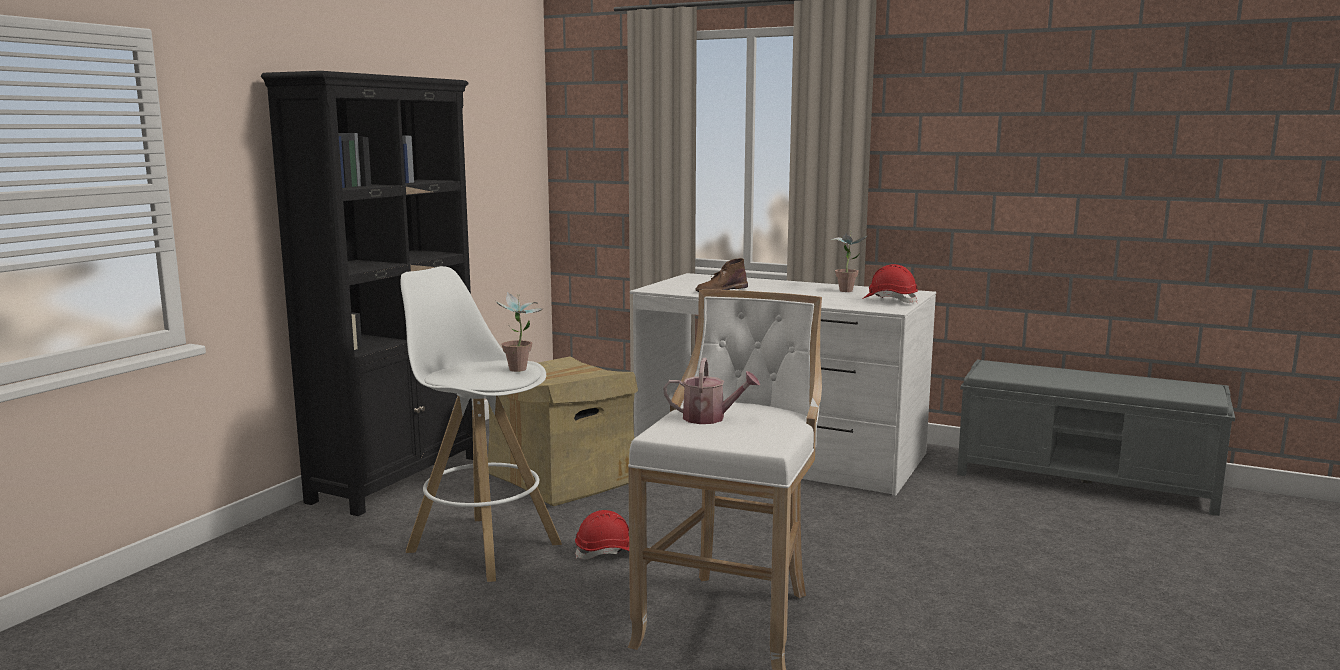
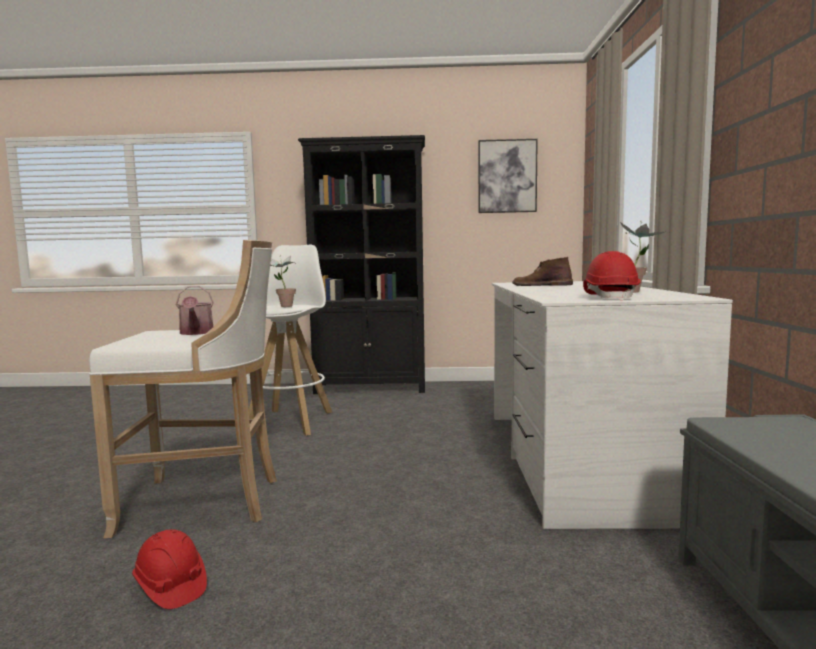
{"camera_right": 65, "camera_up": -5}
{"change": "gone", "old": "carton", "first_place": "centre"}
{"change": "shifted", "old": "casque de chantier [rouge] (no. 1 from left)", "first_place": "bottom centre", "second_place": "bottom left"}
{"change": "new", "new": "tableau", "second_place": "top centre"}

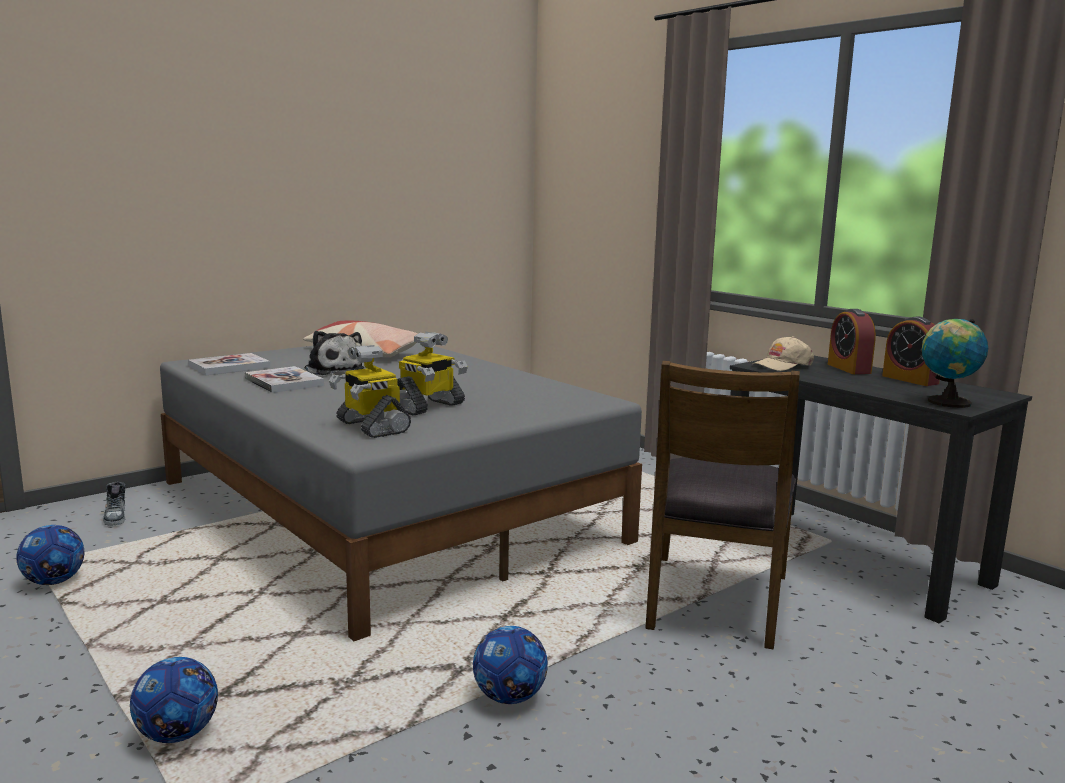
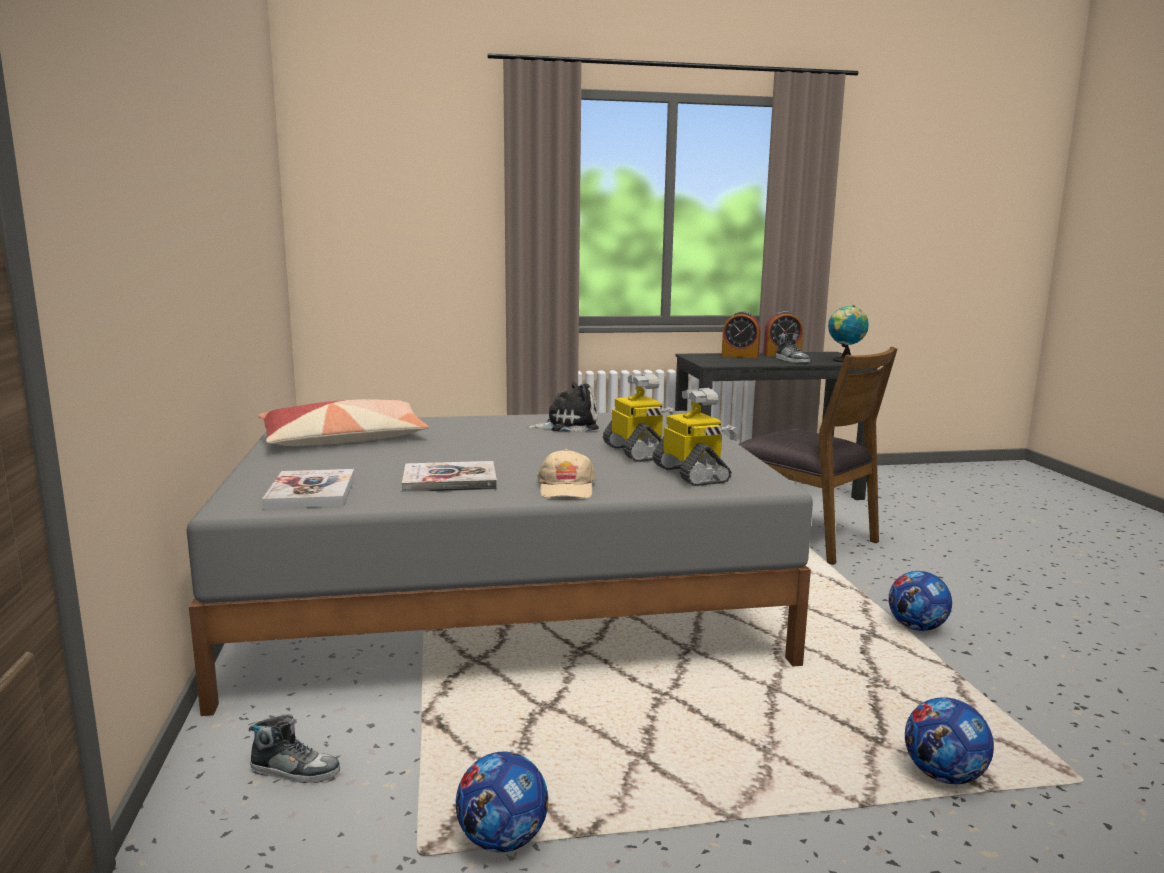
{"camera_right": -60, "camera_up": 0}
{"change": "shifted", "old": "peluche", "first_place": "middle left", "second_place": "centre"}
{"change": "shifted", "old": "casquette [beige]", "first_place": "middle right", "second_place": "centre"}
{"change": "rotated", "old": "robot jouet (no. 1 from left in the first image)", "first_place": "centre", "second_place": "centre", "degrees": -105}
{"change": "new", "new": "chaussure (no. 2 from left)", "second_place": "middle right"}

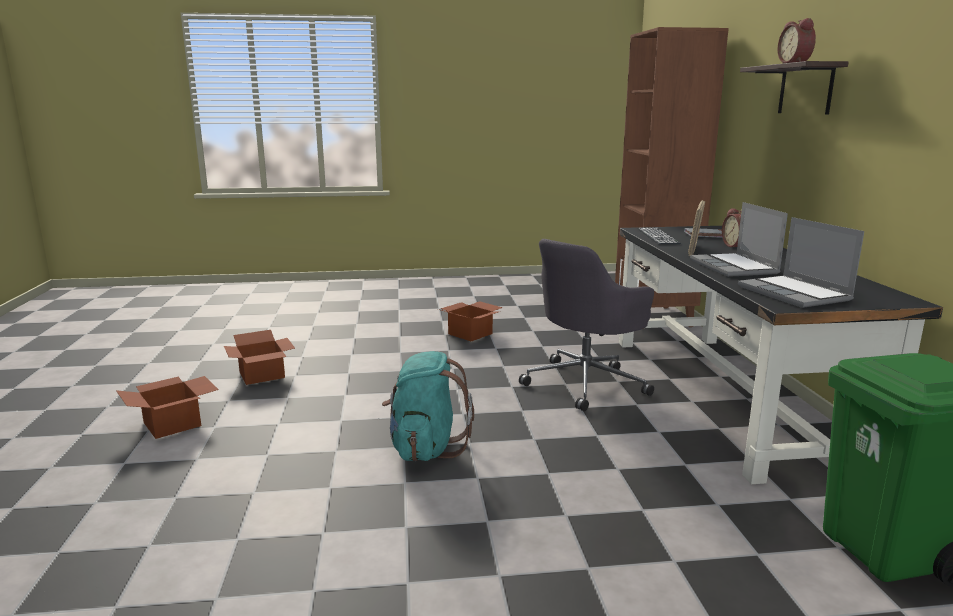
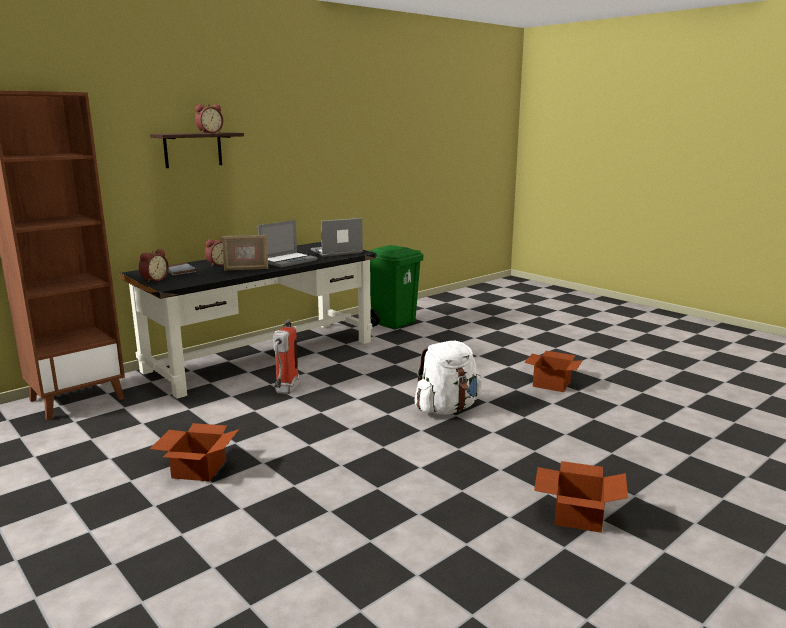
{"camera_right": -125, "camera_up": 0}
{"change": "rotated", "old": "ordinateur portable (no. 2 from left)", "first_place": "middle right", "second_place": "centre", "degrees": -150}
{"change": "gone", "old": "clavier", "first_place": "middle right"}
{"change": "swapped", "old": "chaise de bureau [gris]", "new": "extincteur", "first_place": "centre", "second_place": "centre"}
{"change": "shifted", "old": "carton (no. 2 from left)", "first_place": "middle left", "second_place": "middle right"}
{"change": "repainted", "old": "sac à dos [turquoise]", "new": "sac à dos [blanc]", "first_place": "centre", "second_place": "centre"}
{"change": "new", "new": "réveil (no. 1 from left)", "second_place": "middle left"}

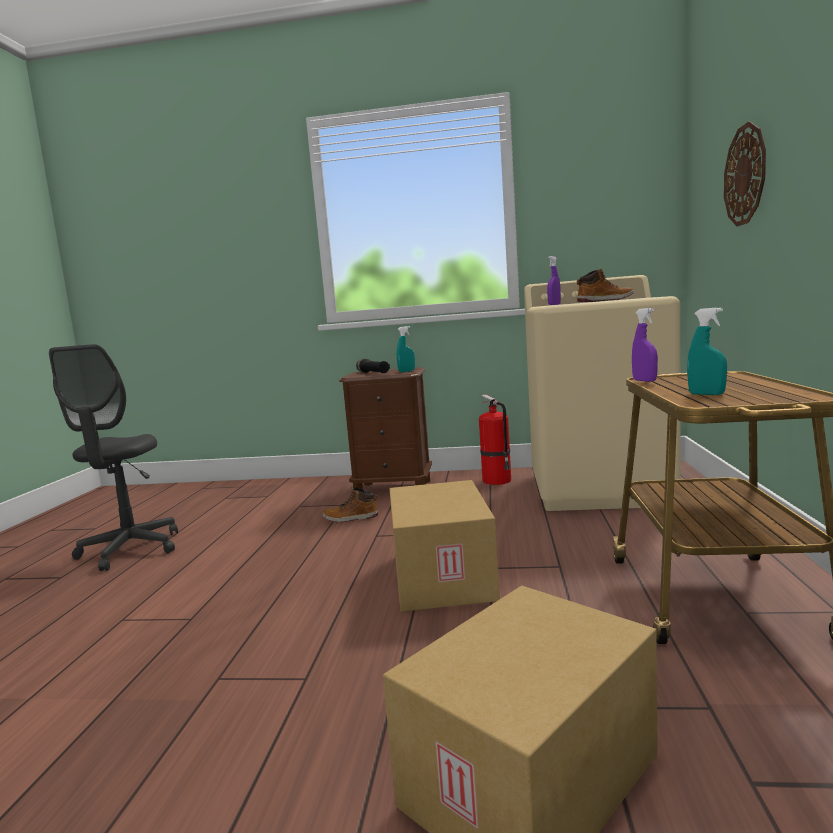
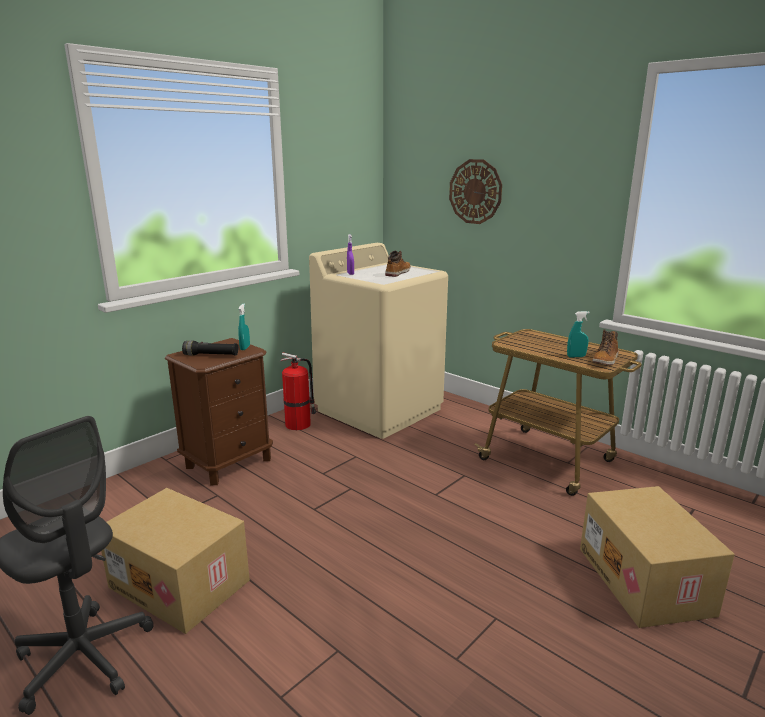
{"camera_right": -55, "camera_up": 10}
{"change": "gone", "old": "vaporisateur [violet] (no. 2 from left)", "first_place": "middle right"}
{"change": "shifted", "old": "carton (no. 1 from left)", "first_place": "centre", "second_place": "bottom left"}
{"change": "shifted", "old": "botte (no. 1 from left in the first image)", "new": "botte (no. 2 from left)", "first_place": "centre", "second_place": "middle right"}

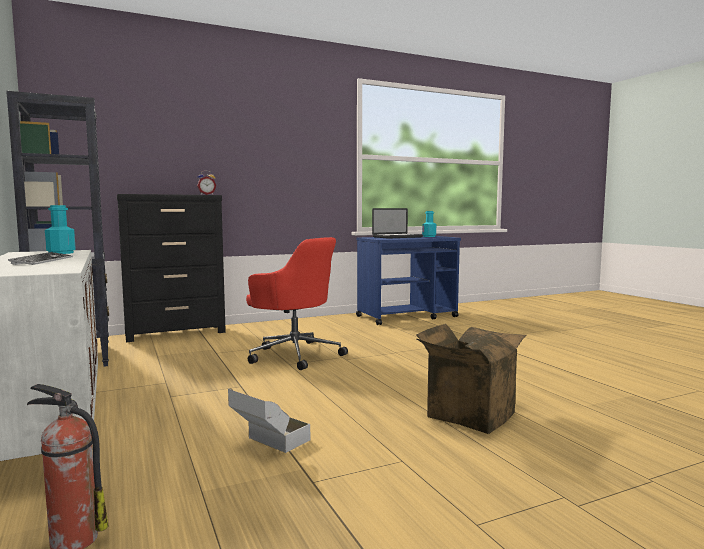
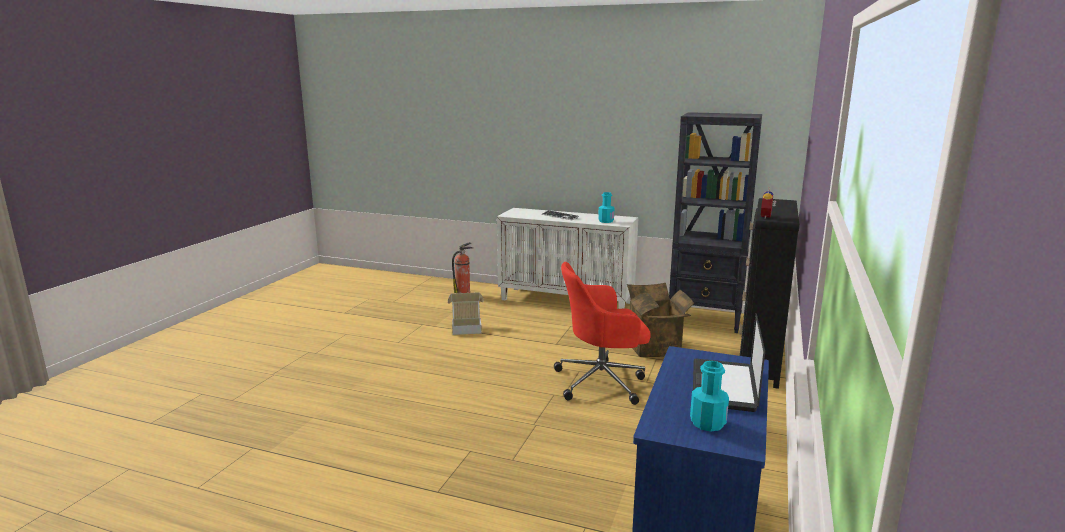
{"camera_right": 135, "camera_up": 10}
{"change": "shifted", "old": "carton (no. 2 from left)", "first_place": "bottom right", "second_place": "centre"}

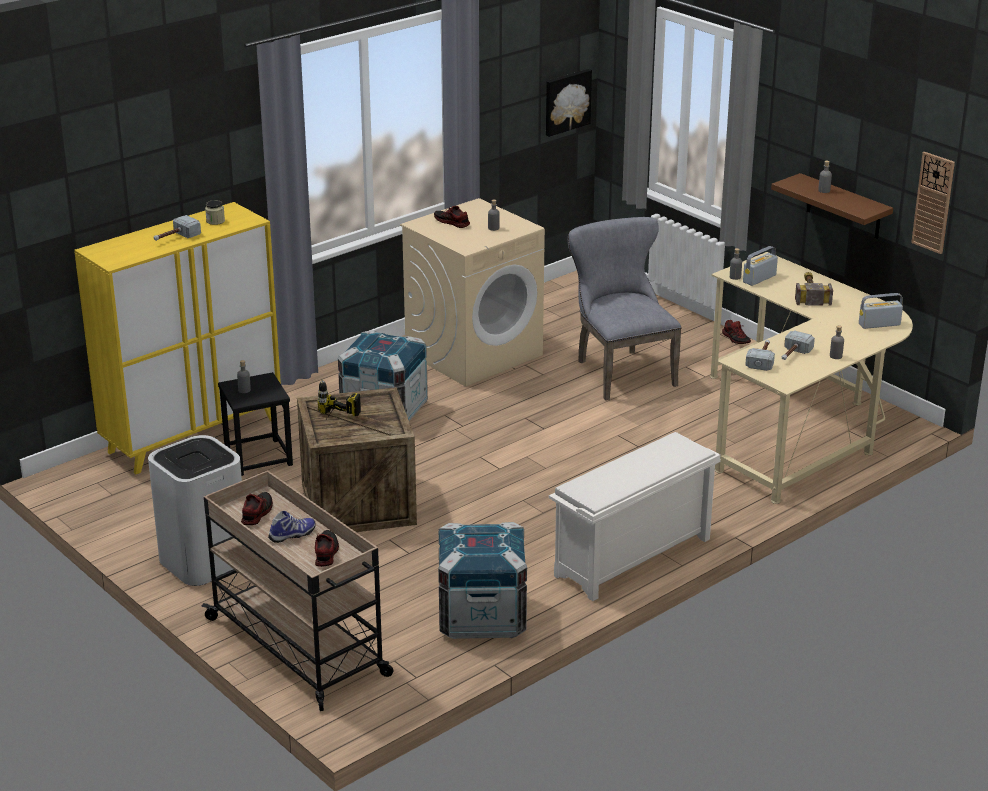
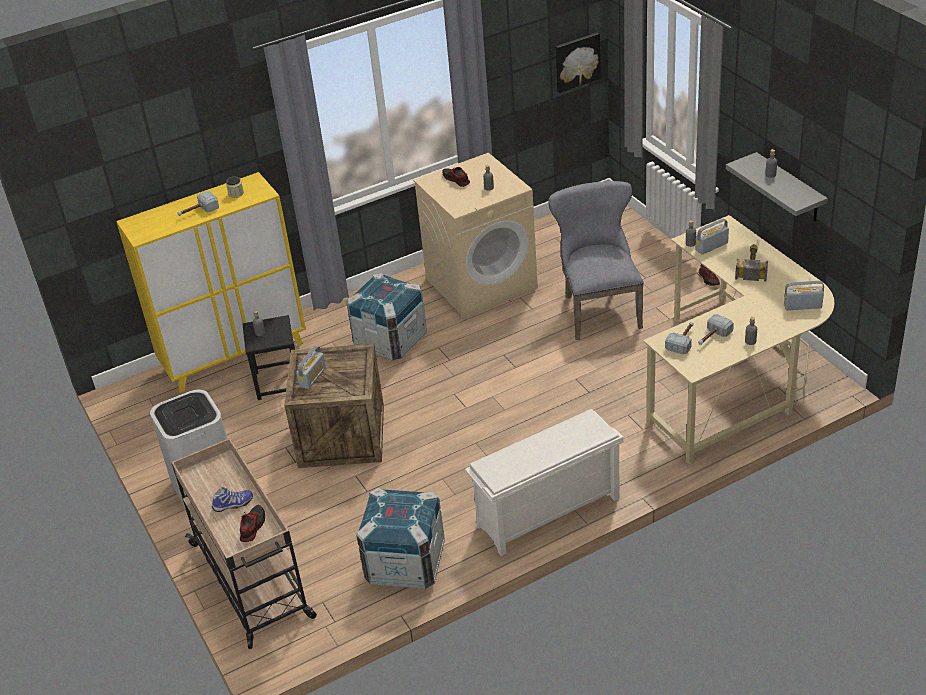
{"camera_right": 15, "camera_up": 10}
{"change": "gone", "old": "horloge murale", "first_place": "top right"}
{"change": "repainted", "old": "étagère [marron]", "new": "étagère [gris]", "first_place": "top right", "second_place": "top right"}
{"change": "swapped", "old": "perceuse", "new": "radio (no. 1 from left)", "first_place": "centre", "second_place": "centre"}
{"change": "gone", "old": "chaussure (no. 1 from left)", "first_place": "middle left"}

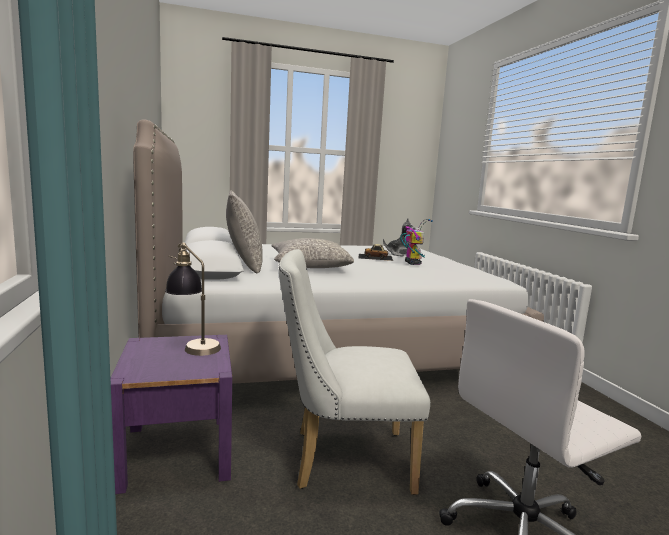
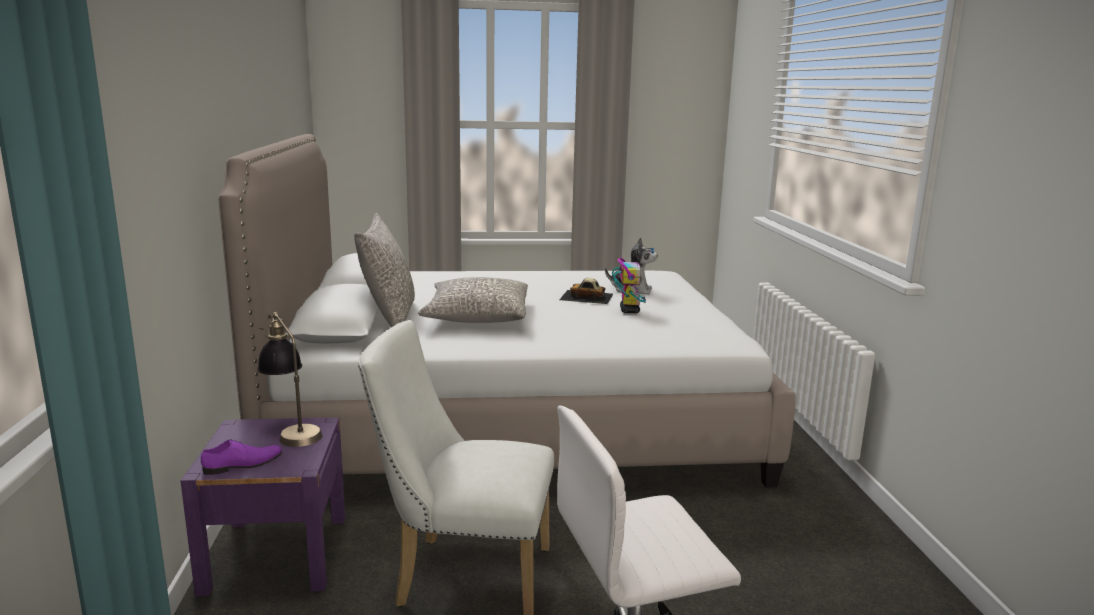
{"camera_right": 10, "camera_up": 5}
{"change": "new", "new": "chaussure [violet]", "second_place": "bottom left"}

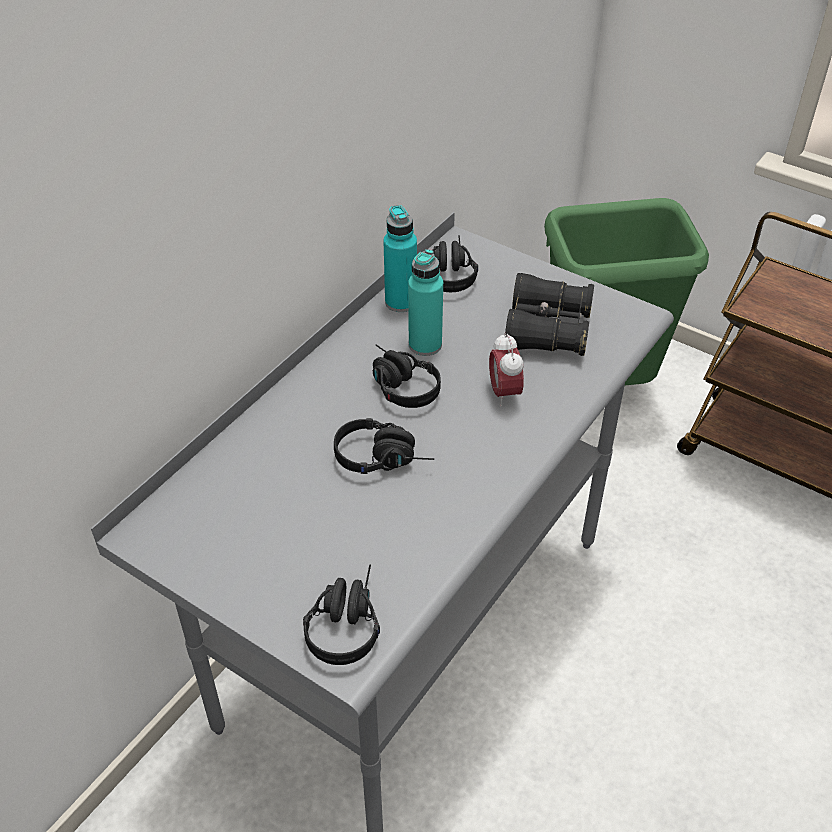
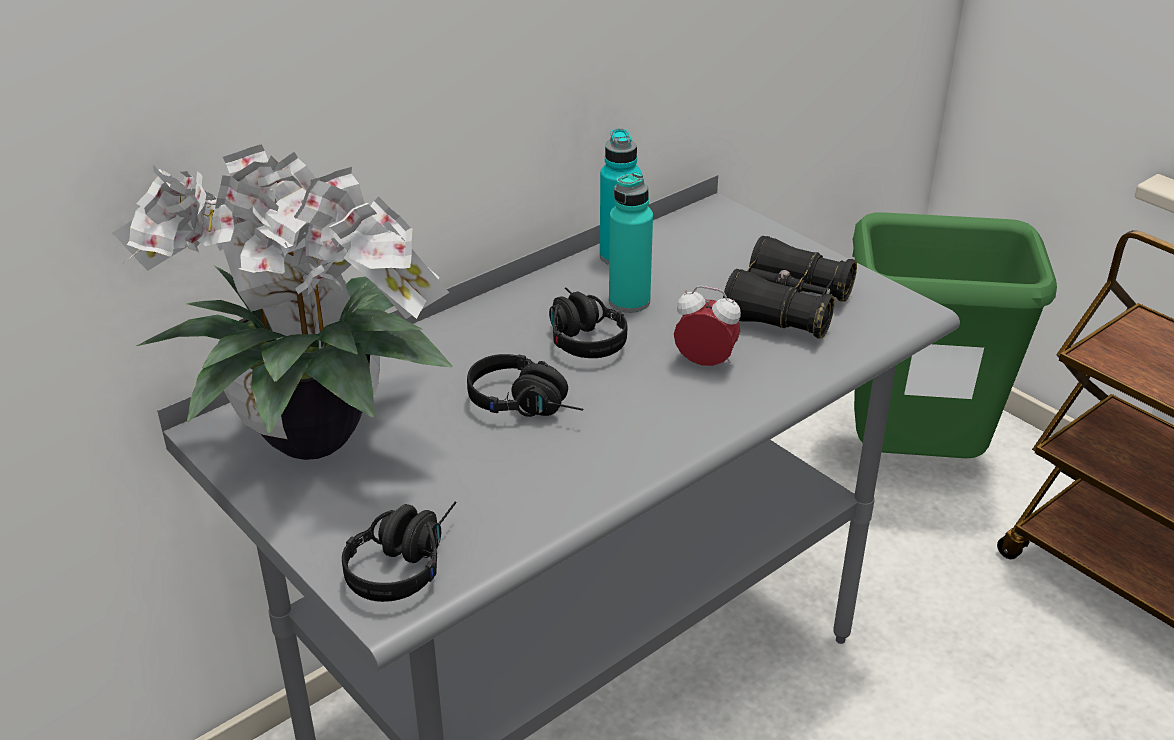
{"camera_right": 15, "camera_up": -10}
{"change": "gone", "old": "casque audio [noir] (no. 4 from left)", "first_place": "top centre"}
{"change": "rotated", "old": "réveil", "first_place": "centre", "second_place": "centre", "degrees": 105}
{"change": "new", "new": "plante en pot", "second_place": "middle left"}

